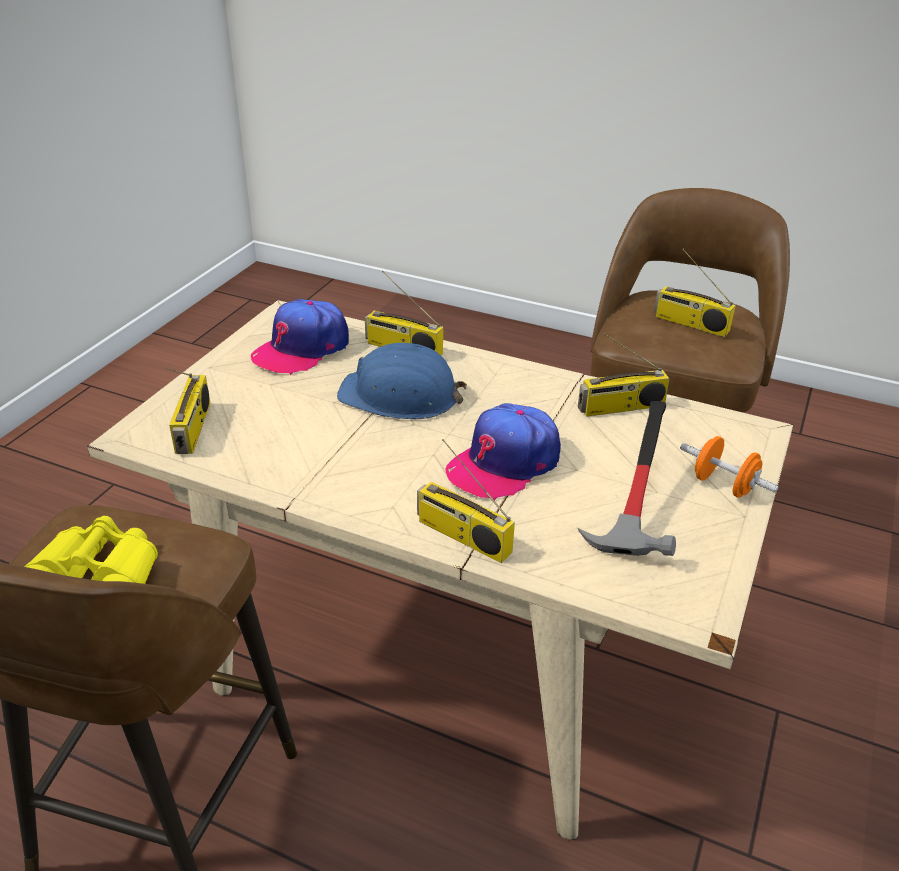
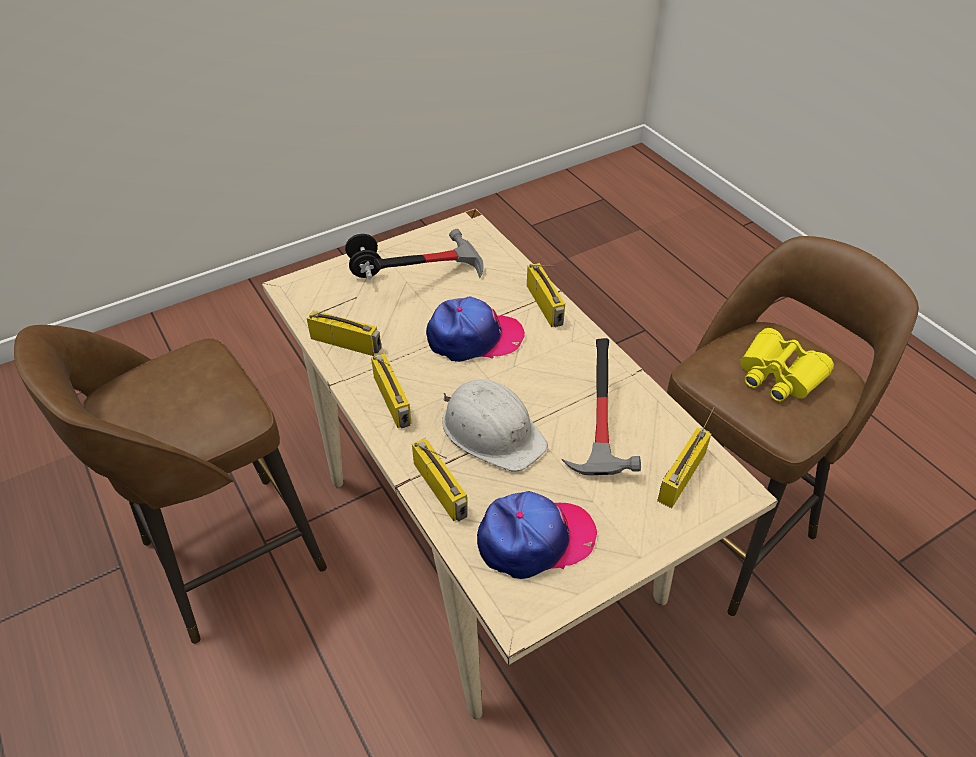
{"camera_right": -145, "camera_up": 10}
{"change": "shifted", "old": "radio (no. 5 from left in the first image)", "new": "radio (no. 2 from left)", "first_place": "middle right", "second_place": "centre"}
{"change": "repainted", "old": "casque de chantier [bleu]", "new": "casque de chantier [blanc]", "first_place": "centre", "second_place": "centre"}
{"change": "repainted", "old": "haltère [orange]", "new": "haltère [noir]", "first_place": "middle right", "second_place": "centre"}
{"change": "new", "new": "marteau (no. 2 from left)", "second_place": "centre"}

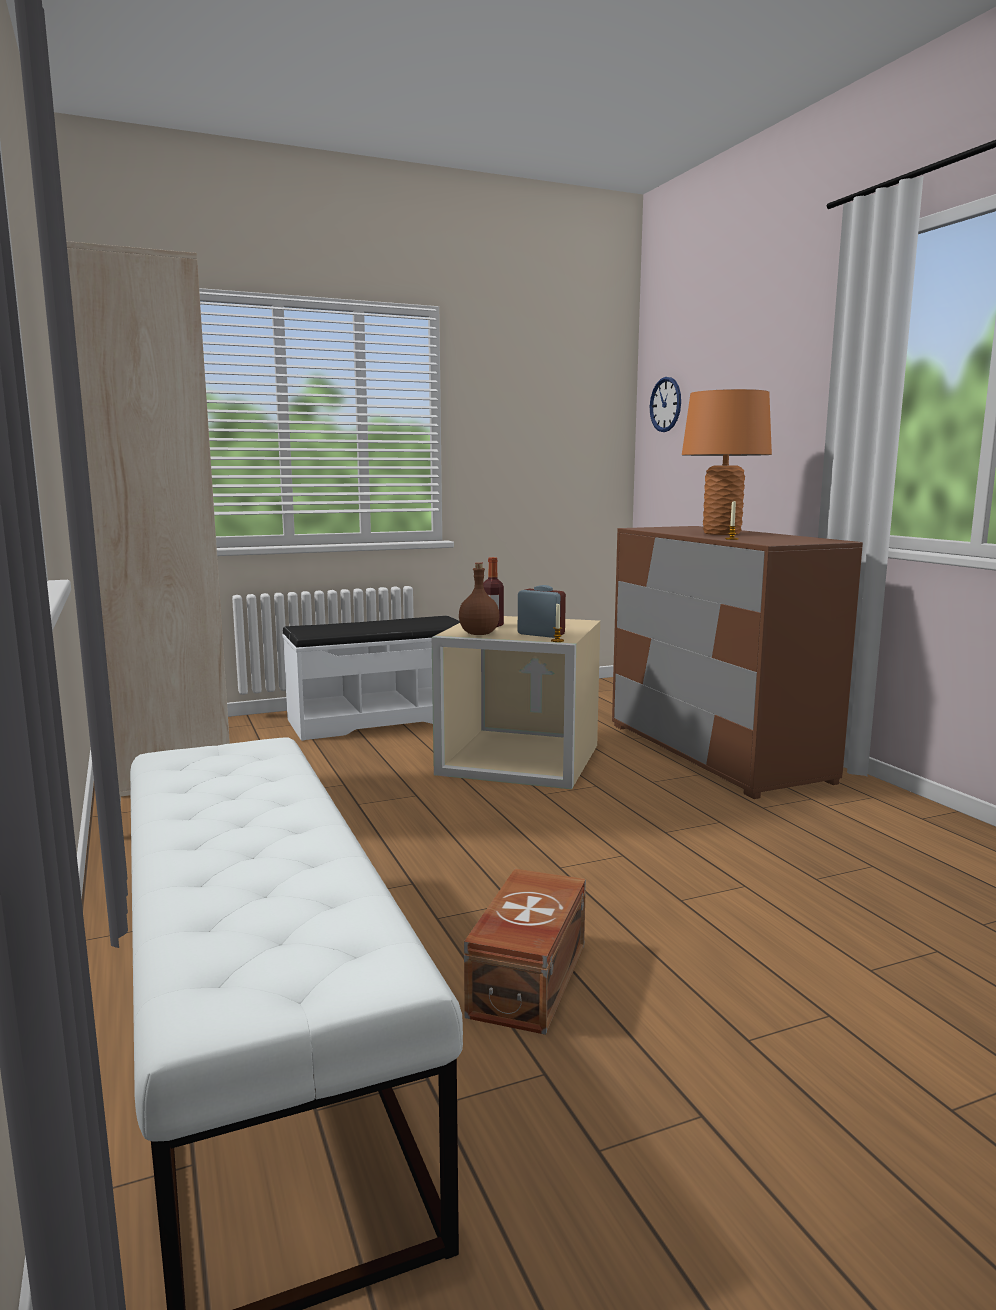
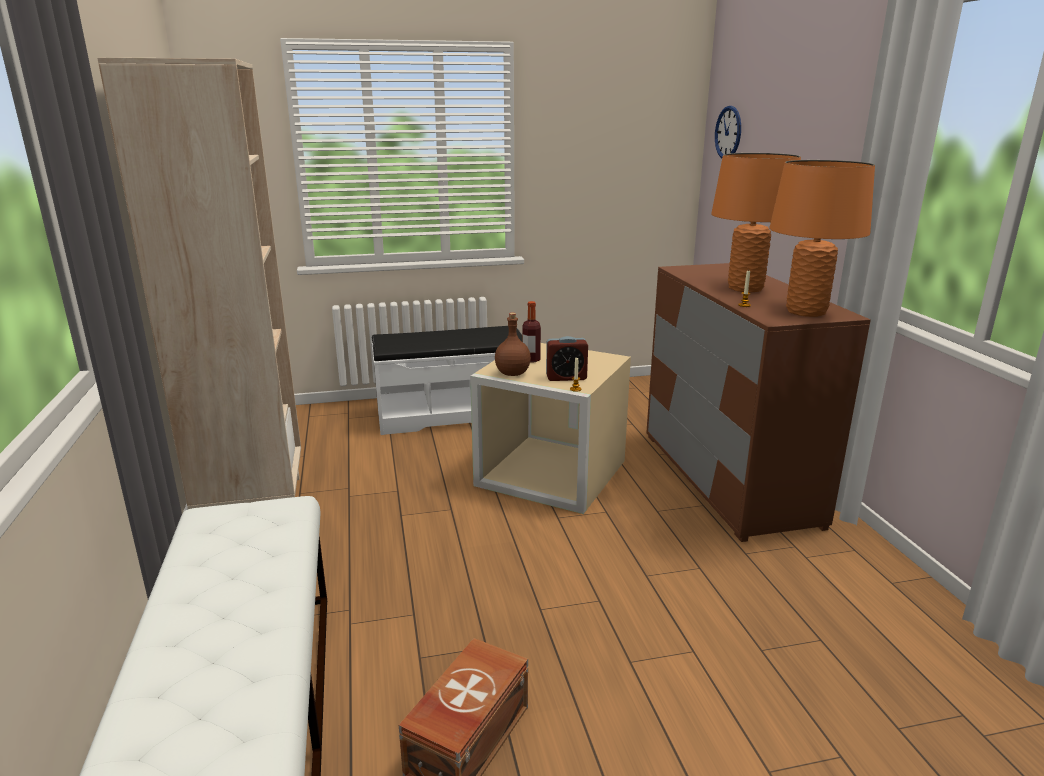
{"camera_right": 10, "camera_up": 10}
{"change": "rotated", "old": "réveil", "first_place": "centre", "second_place": "centre", "degrees": 135}
{"change": "new", "new": "lampe de table [orange] (no. 2 from left)", "second_place": "top right"}

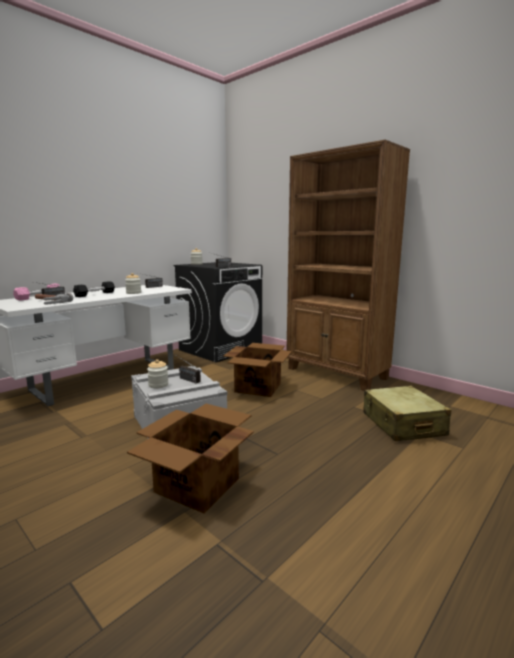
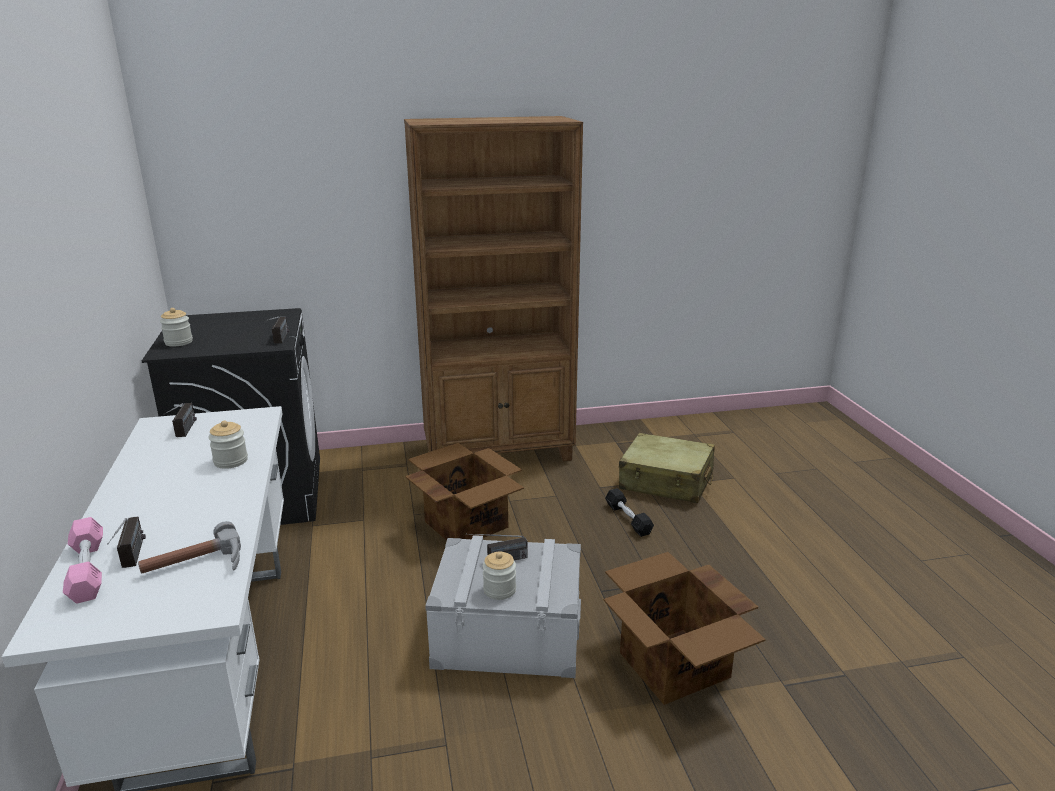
{"camera_right": -55, "camera_up": 10}
{"change": "shifted", "old": "haltère [noir]", "first_place": "middle left", "second_place": "centre"}

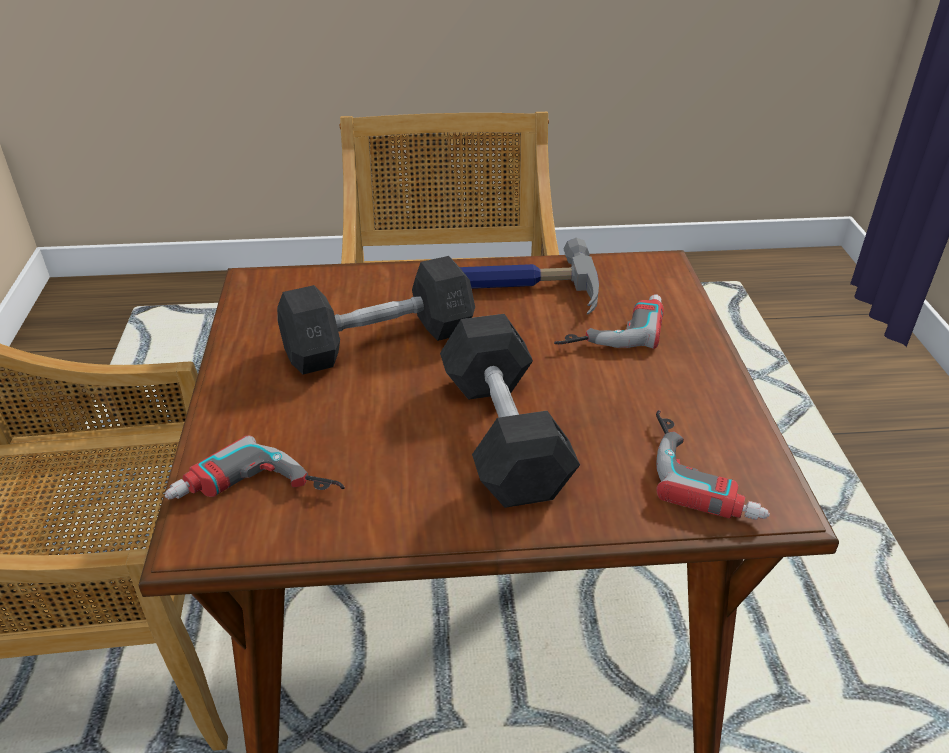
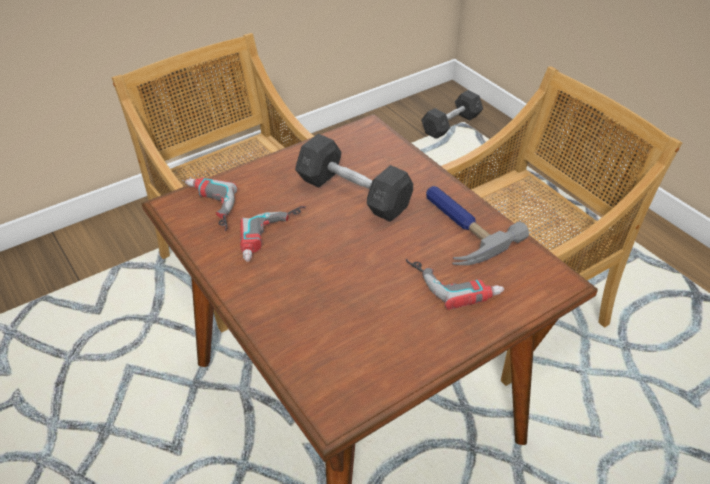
{"camera_right": 60, "camera_up": 5}
{"change": "shifted", "old": "haltère [gris] (no. 2 from left)", "first_place": "centre", "second_place": "top centre"}
{"change": "shifted", "old": "perceuse (no. 3 from left in the first image)", "new": "perceuse (no. 2 from left)", "first_place": "middle right", "second_place": "centre"}

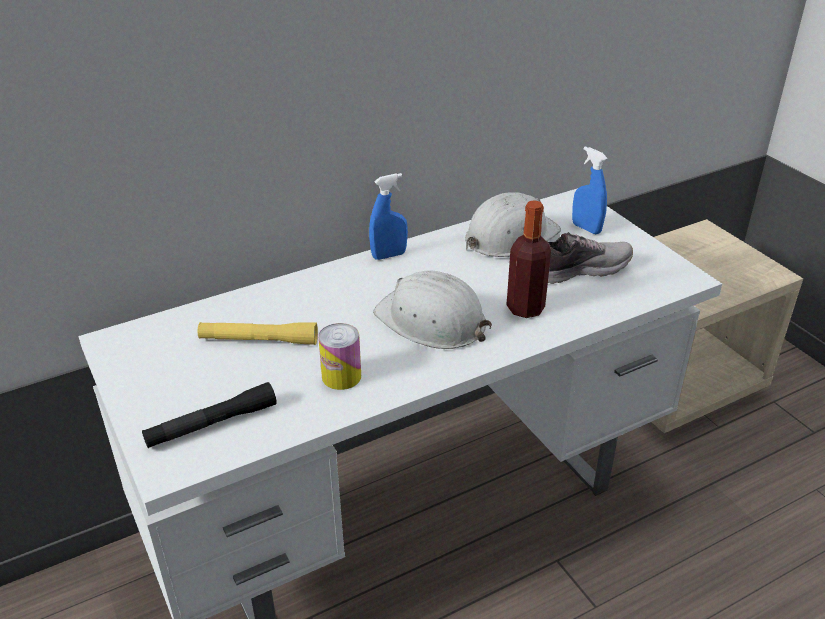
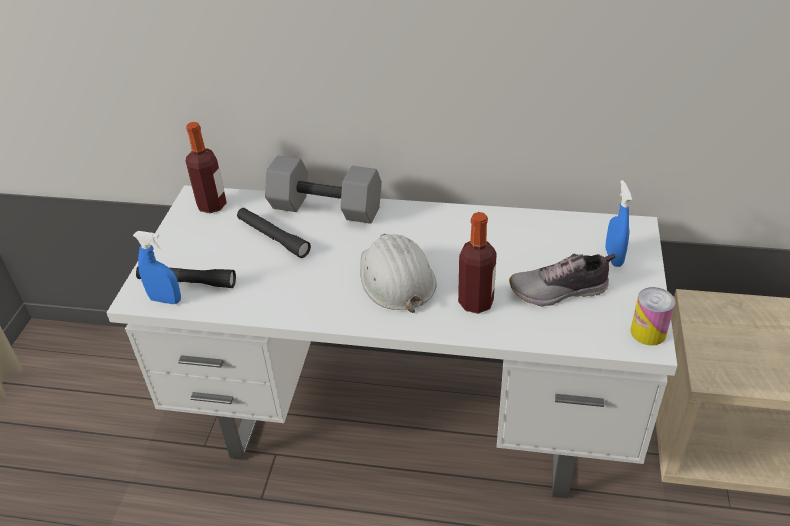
{"camera_right": 40, "camera_up": 5}
{"change": "shifted", "old": "vaporisateur [bleu] (no. 1 from left)", "first_place": "centre", "second_place": "middle left"}
{"change": "gone", "old": "casque de chantier [blanc] (no. 2 from left)", "first_place": "centre"}
{"change": "rotated", "old": "chaussure", "first_place": "middle right", "second_place": "middle right", "degrees": 150}
{"change": "repainted", "old": "lampe de poche [jaune]", "new": "lampe de poche [noir] (no. 2 from left)", "first_place": "middle left", "second_place": "centre"}
{"change": "shifted", "old": "boîte métallique", "first_place": "centre", "second_place": "middle right"}
{"change": "new", "new": "bouteille (no. 1 from left)", "second_place": "top left"}
{"change": "new", "new": "haltère [gris]", "second_place": "centre"}

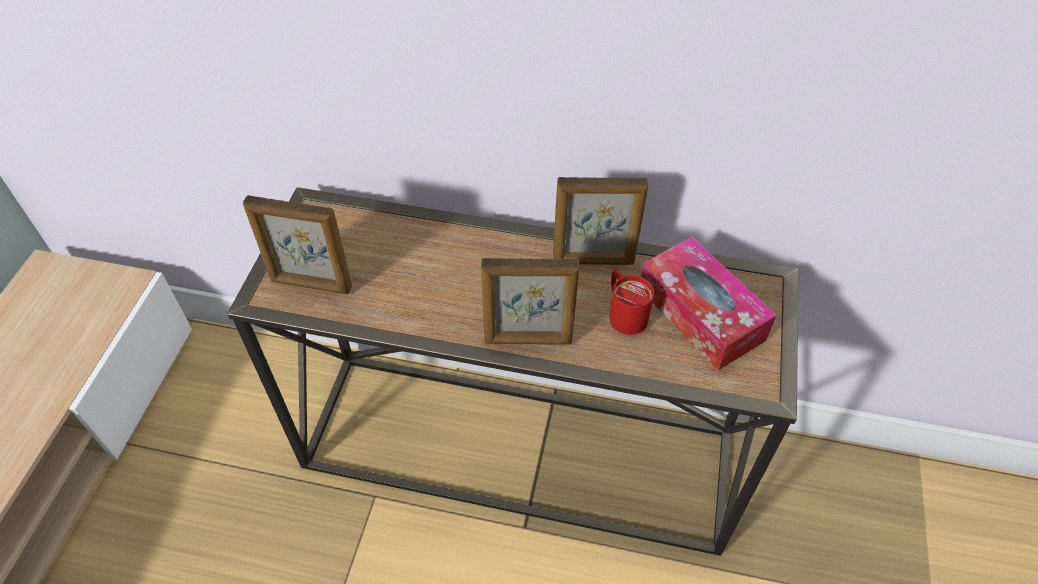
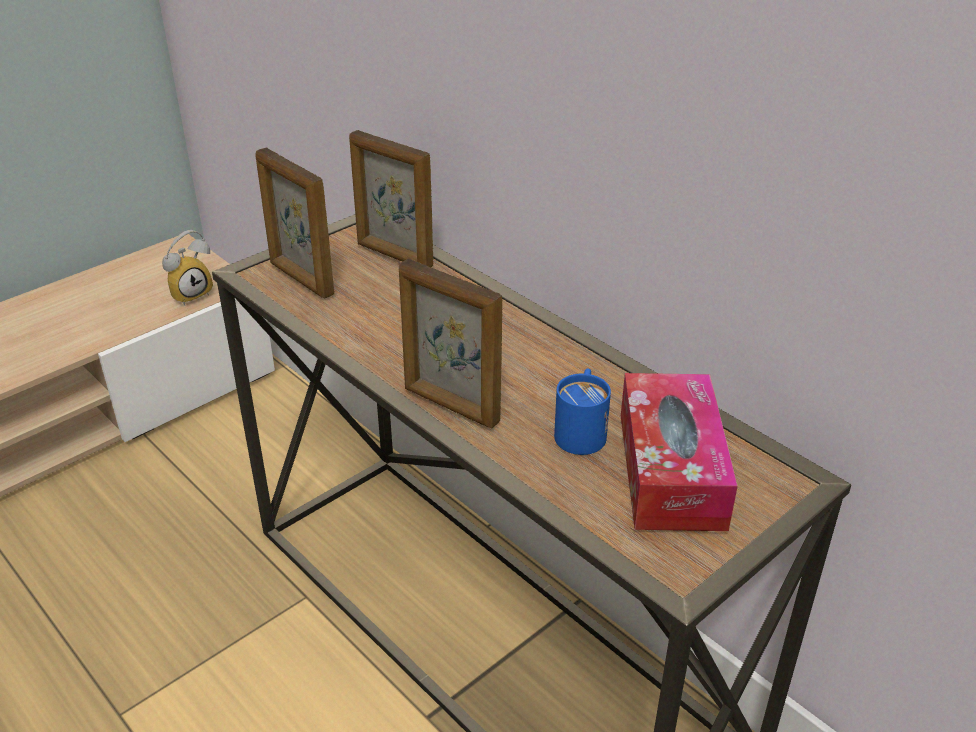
{"camera_right": 35, "camera_up": -15}
{"change": "shifted", "old": "cadre photo (no. 3 from left in the first image)", "new": "cadre photo (no. 2 from left)", "first_place": "centre", "second_place": "top centre"}
{"change": "repainted", "old": "mug [rouge]", "new": "mug [bleu]", "first_place": "centre", "second_place": "centre"}
{"change": "new", "new": "réveil", "second_place": "middle left"}

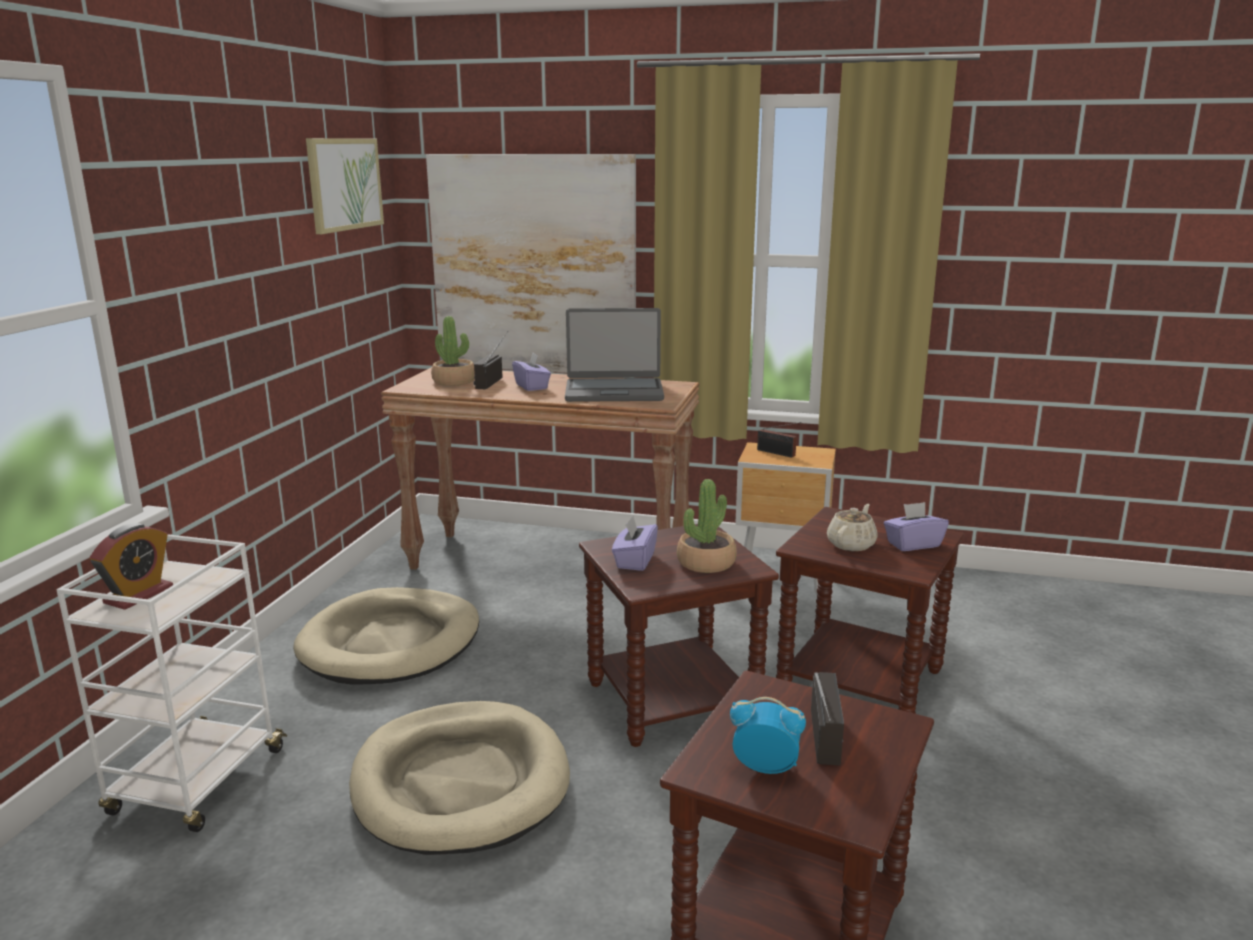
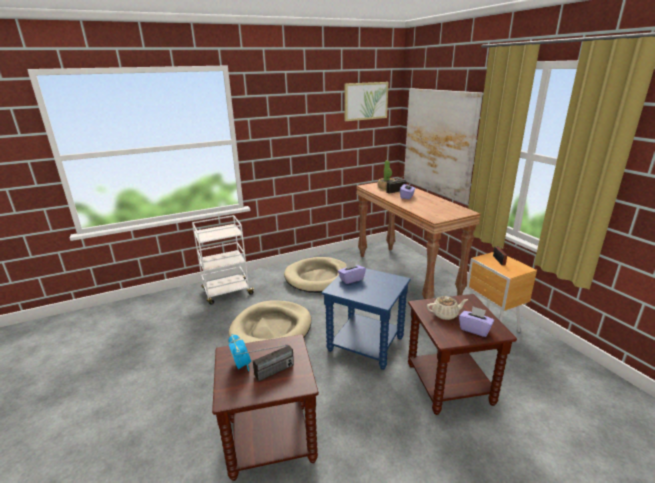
{"camera_right": 50, "camera_up": 5}
{"change": "gone", "old": "ordinateur portable", "first_place": "centre"}
{"change": "gone", "old": "plante en pot (no. 2 from left)", "first_place": "centre"}
{"change": "gone", "old": "réveil (no. 1 from left)", "first_place": "middle left"}
{"change": "repainted", "old": "table d'appoint [marron] (no. 1 from left)", "new": "table d'appoint [bleu]", "first_place": "bottom centre", "second_place": "centre"}

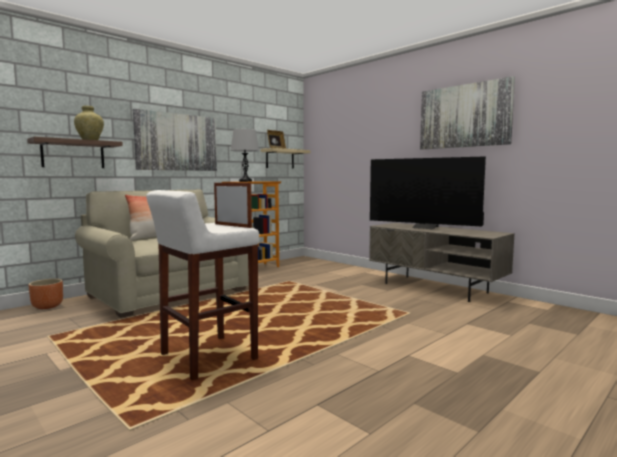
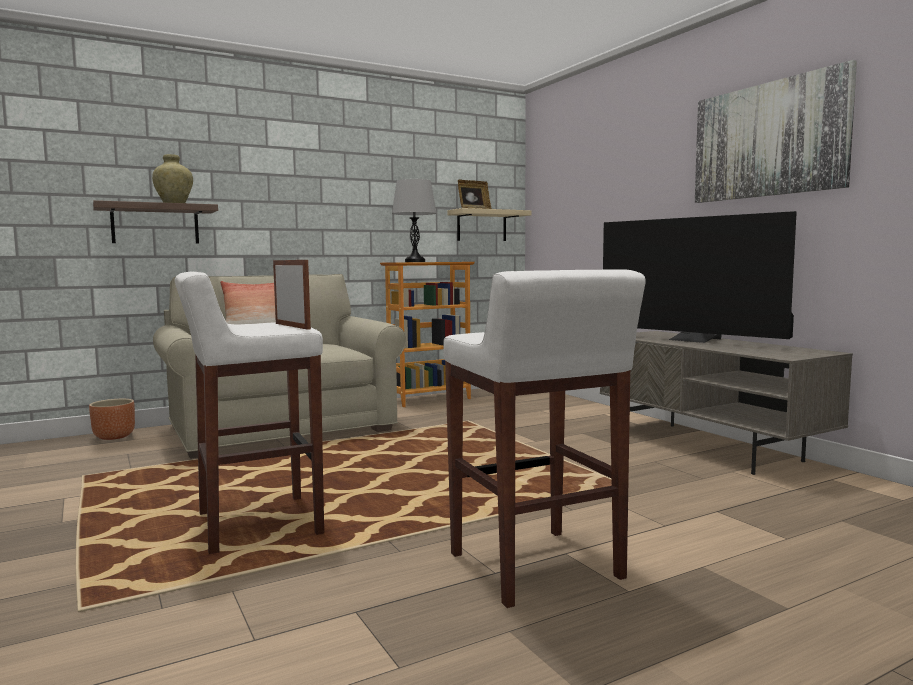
{"camera_right": 15, "camera_up": 0}
{"change": "gone", "old": "tableau (no. 1 from left)", "first_place": "top left"}
{"change": "new", "new": "tabouret [blanc] (no. 2 from left)", "second_place": "centre"}

